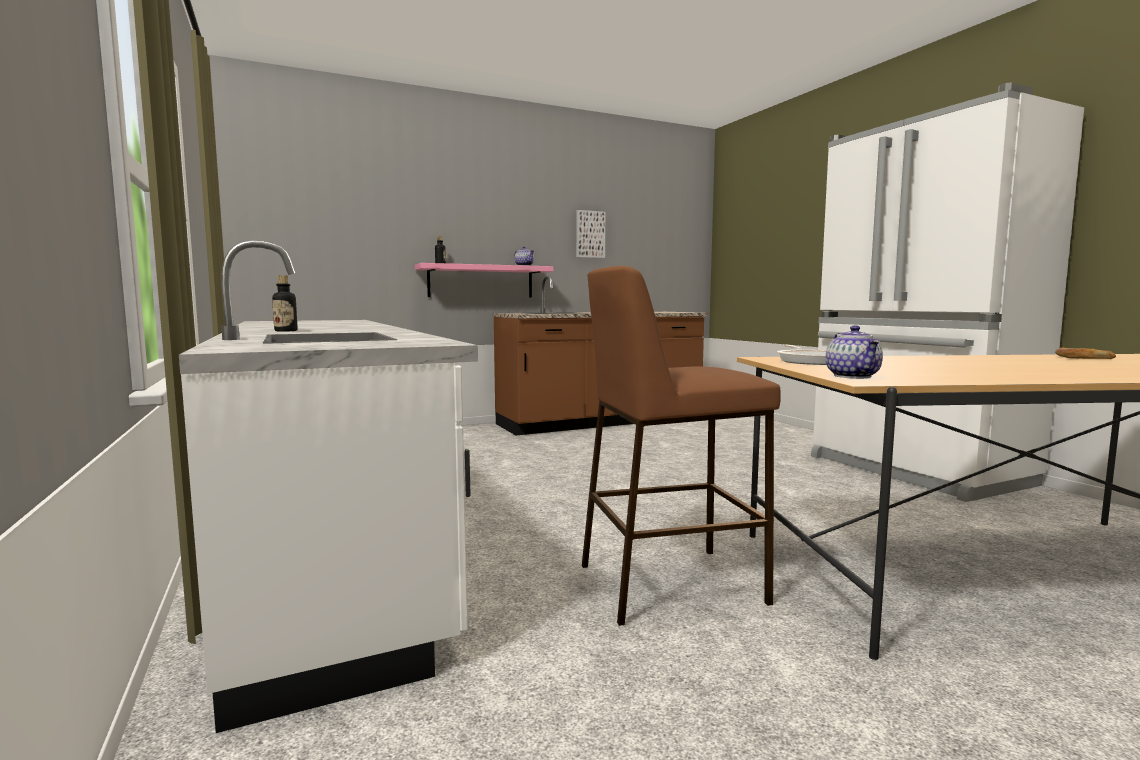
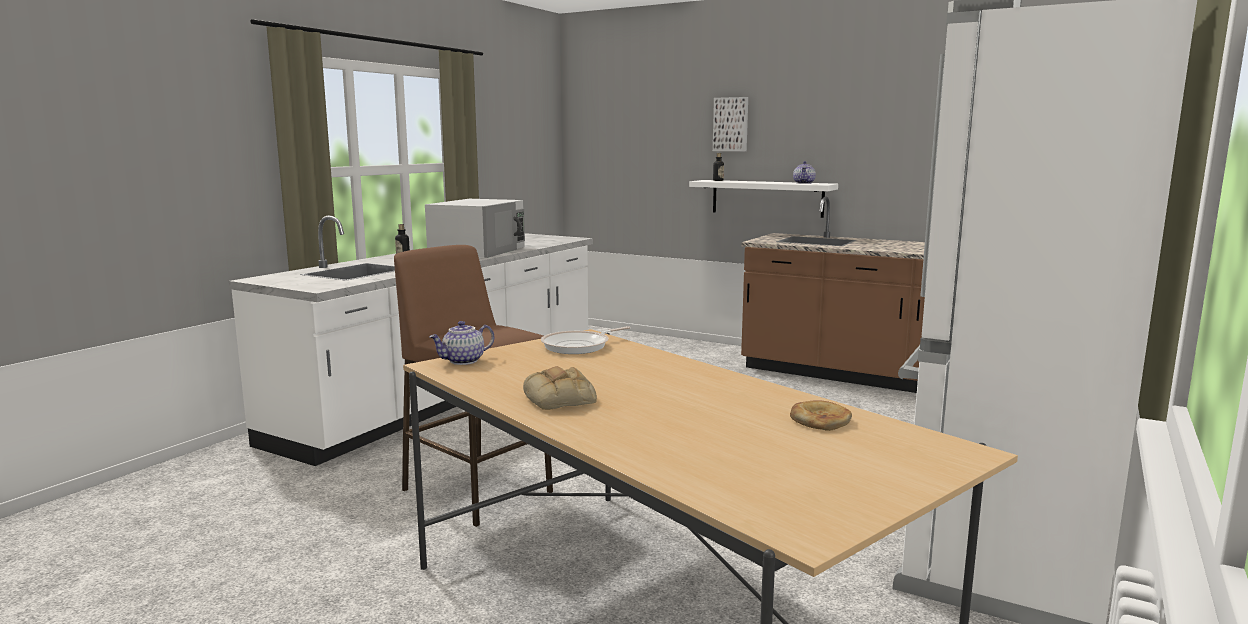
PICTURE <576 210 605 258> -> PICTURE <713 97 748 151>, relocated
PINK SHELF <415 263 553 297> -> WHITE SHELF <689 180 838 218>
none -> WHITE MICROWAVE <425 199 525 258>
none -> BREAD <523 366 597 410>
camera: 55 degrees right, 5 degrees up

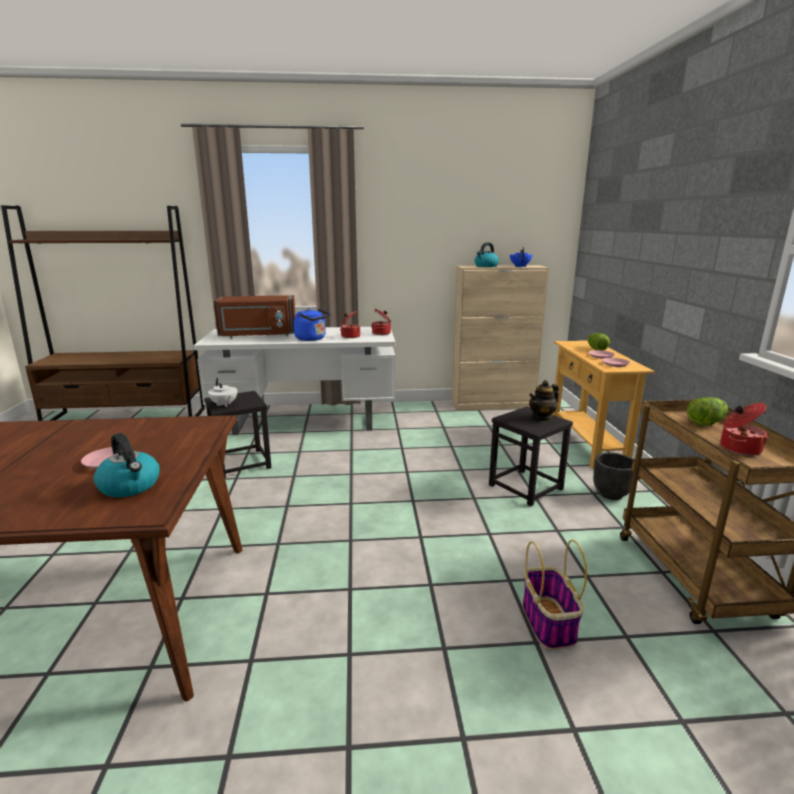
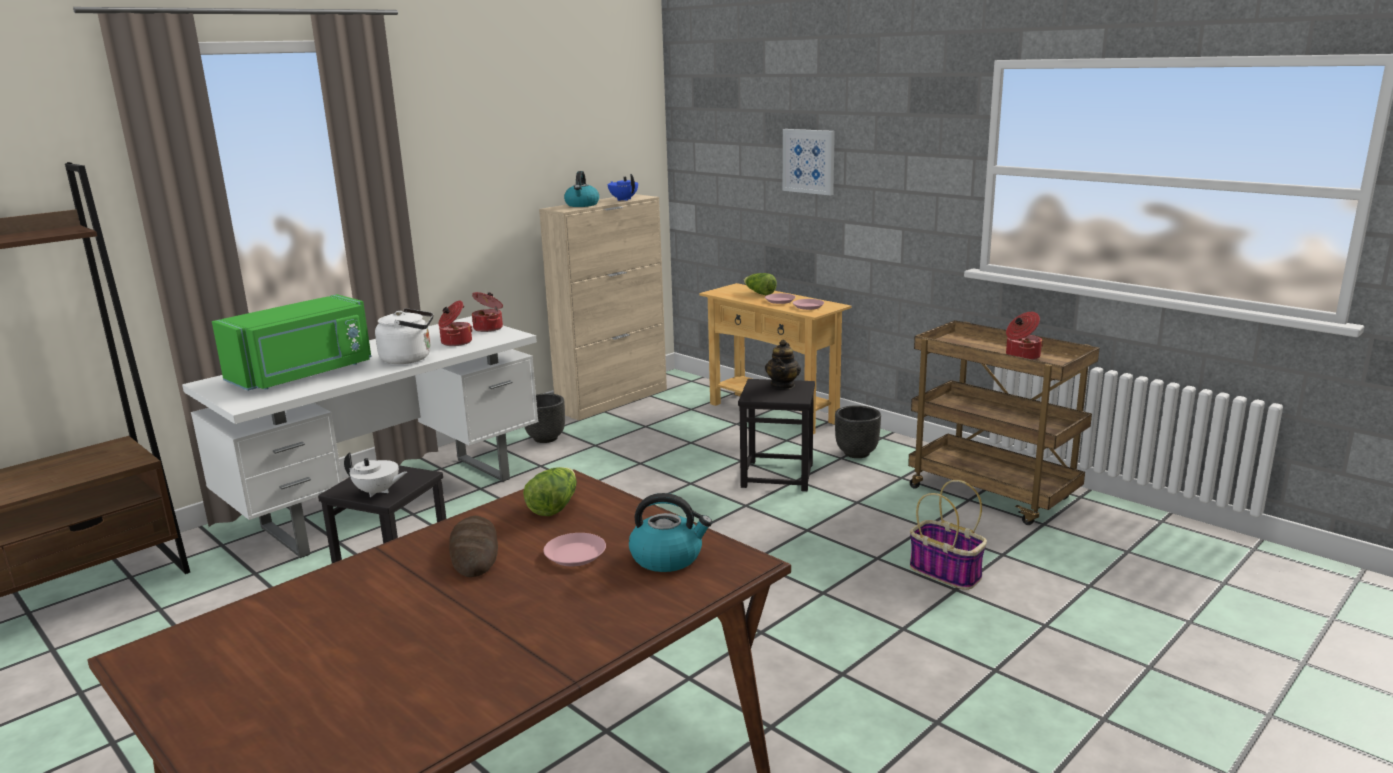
BROWN MICROWAVE <214 295 295 338> -> GREEN MICROWAVE <212 294 371 391>
BLUE KETTLE <293 308 331 341> -> WHITE KETTLE <375 308 434 364>
LETTUCE <687 397 728 426> -> LETTUCE <523 467 577 516>, relocated
none -> PICTURE <783 129 835 195>
none -> BLACK PLANTER <525 393 565 443>
none -> BREAD <449 516 498 577>
camera: 40 degrees left, 0 degrees up

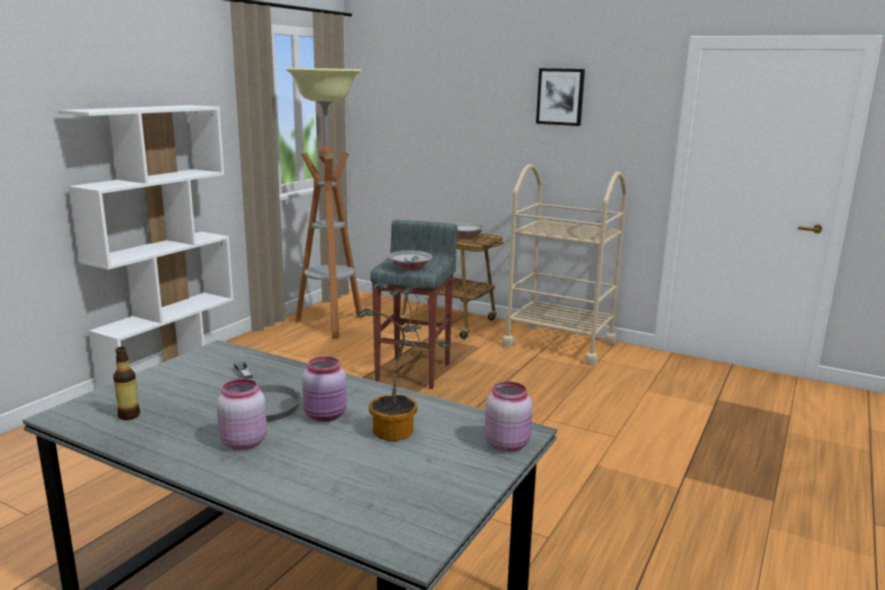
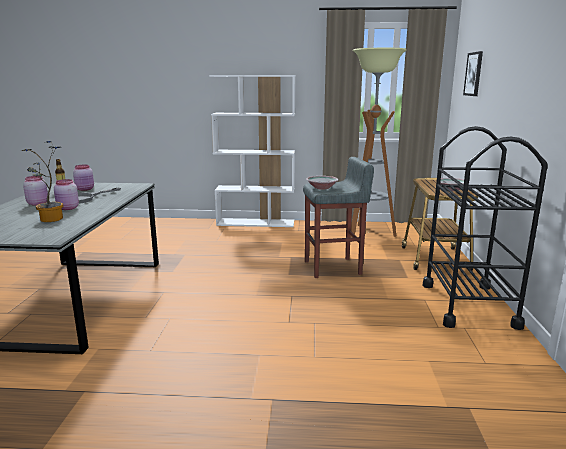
PICTURE <536 68 585 126> -> PICTURE <463 51 483 96>, relocated
BEIGE CART <502 164 627 366> -> BLACK CART <423 126 548 330>
PINK JAR <484 381 532 452> -> PINK JAR <73 165 94 191>, relocated
camera: 65 degrees right, 0 degrees up

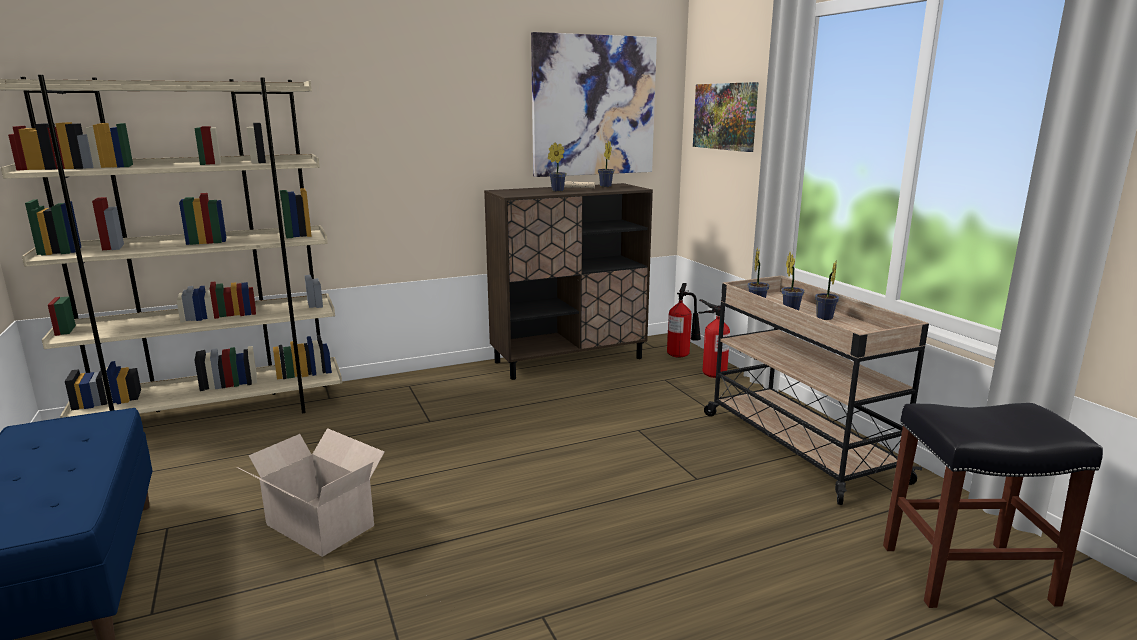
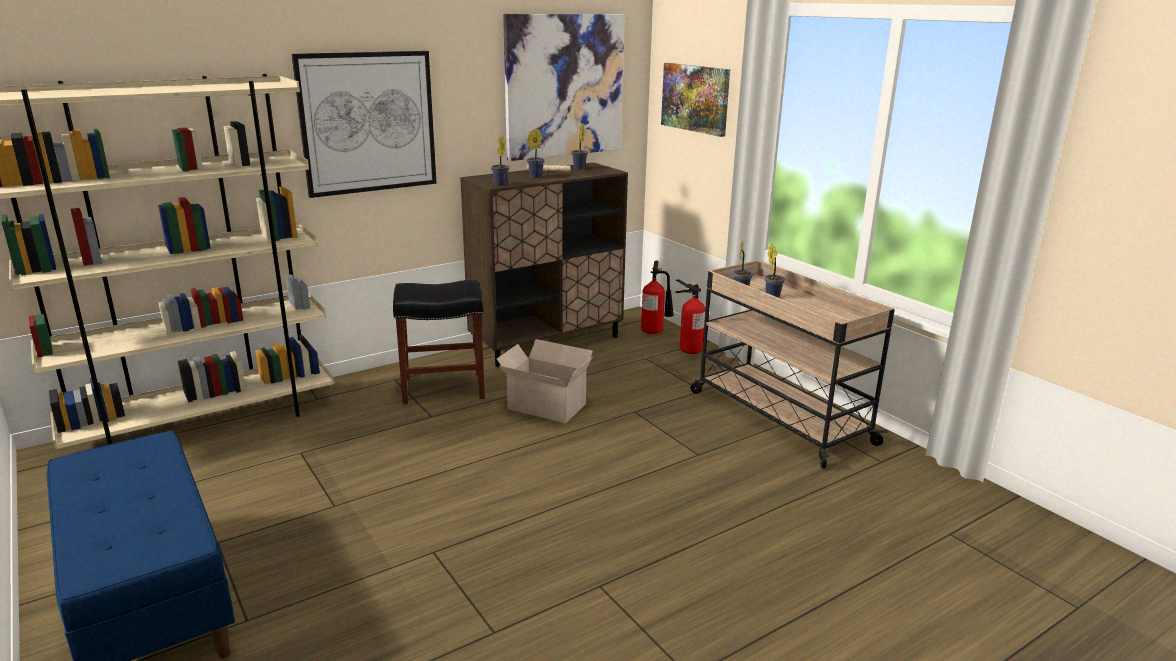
POTTED PLANT <815 261 839 320> -> POTTED PLANT <491 135 510 186>, relocated
BLACK STOOL <883 403 1103 608> -> BLACK STOOL <393 280 485 405>, relocated
CARDBOARD BOX <237 428 384 557> -> CARDBOARD BOX <497 339 593 423>, relocated
none -> PICTURE <291 51 437 198>
camera: 10 degrees left, 5 degrees up

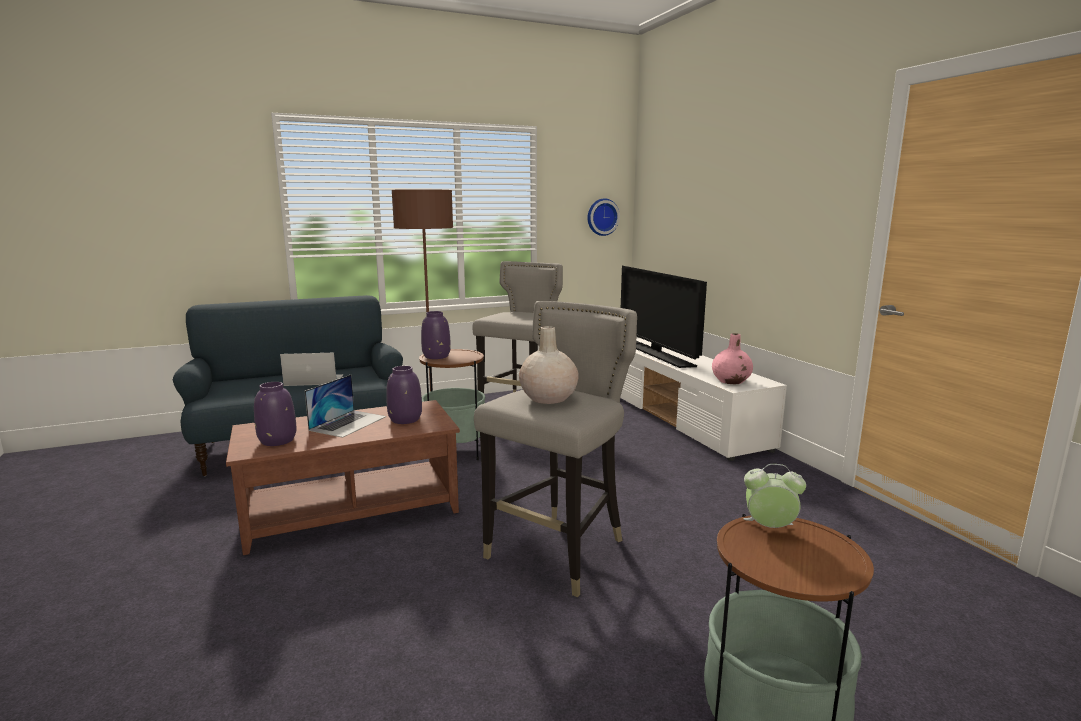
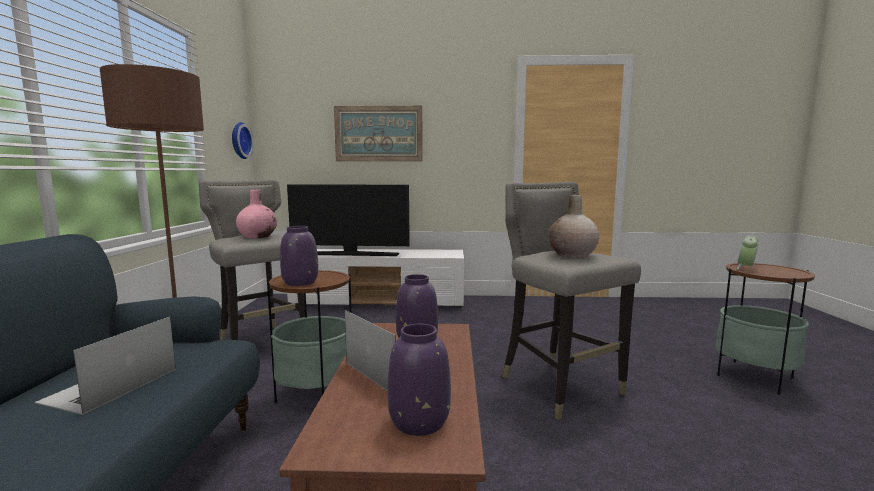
PINK VASE <712 333 753 384> -> PINK VASE <236 190 277 238>, relocated
none -> PICTURE <334 106 423 162>
camera: 65 degrees left, 5 degrees down

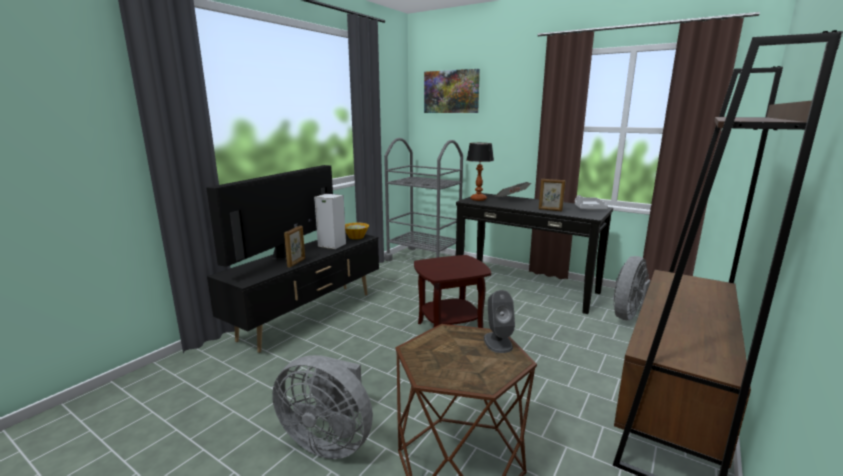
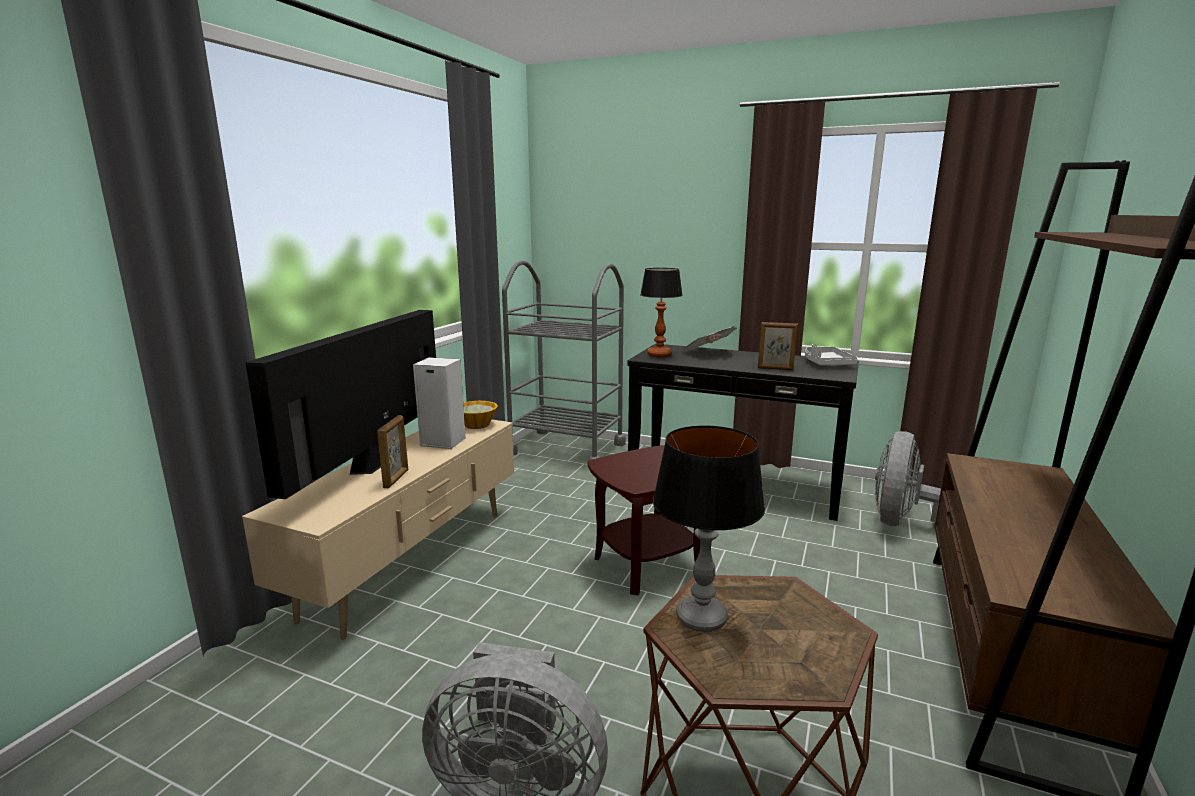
PICTURE <424 69 480 113> -> none
BLACK TV STAND <207 234 379 353> -> BEIGE TV STAND <242 420 514 640>
GREY SPEAKER <484 290 515 353> -> none
none -> TABLE LAMP <653 425 765 632>
camera: 10 degrees left, 0 degrees up

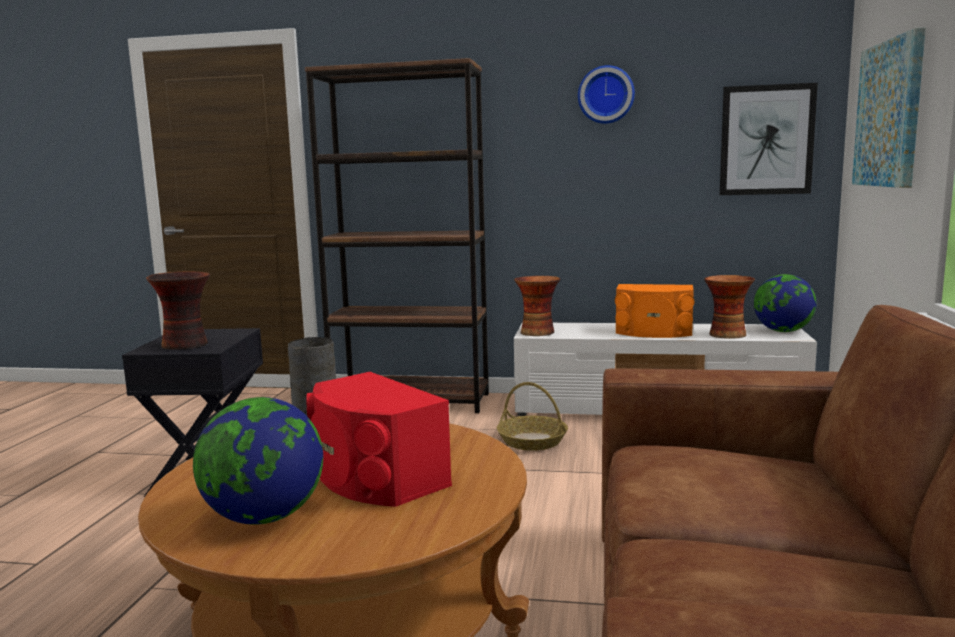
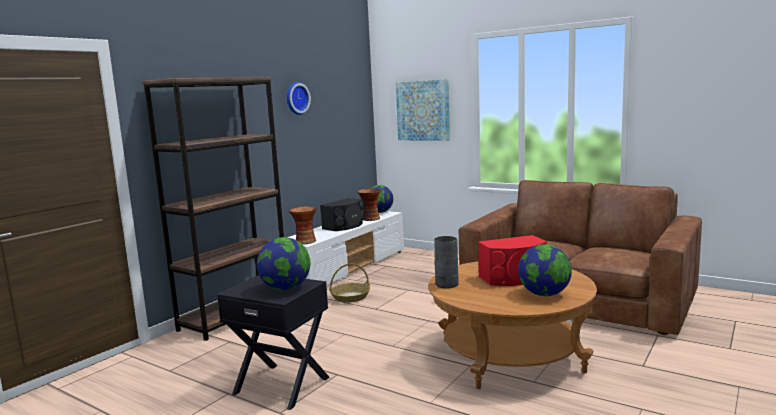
PICTURE <720 83 818 195> -> none
VASE <146 271 210 350> -> GLOBE <257 237 310 290>
ORANGE SPEAKER <615 284 694 338> -> BLACK SPEAKER <320 198 364 231>
camera: 65 degrees left, 0 degrees up

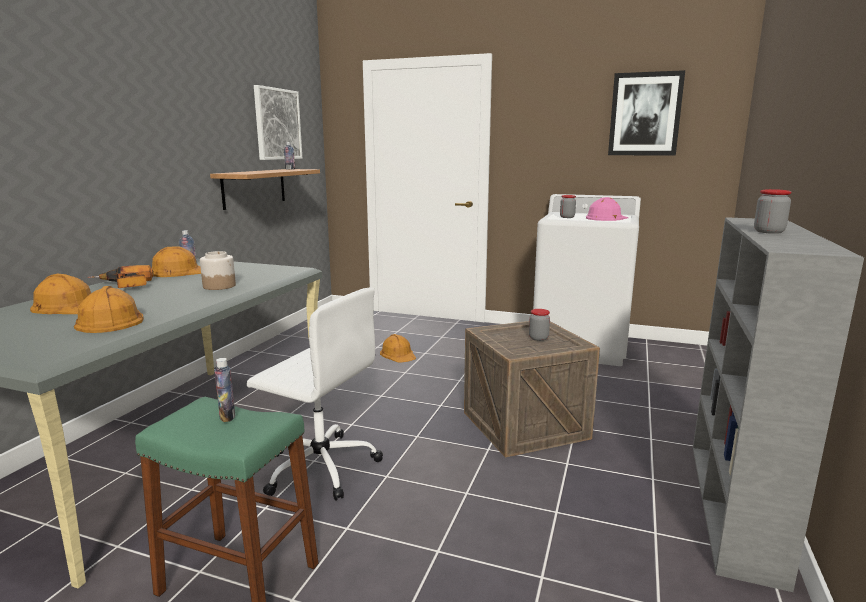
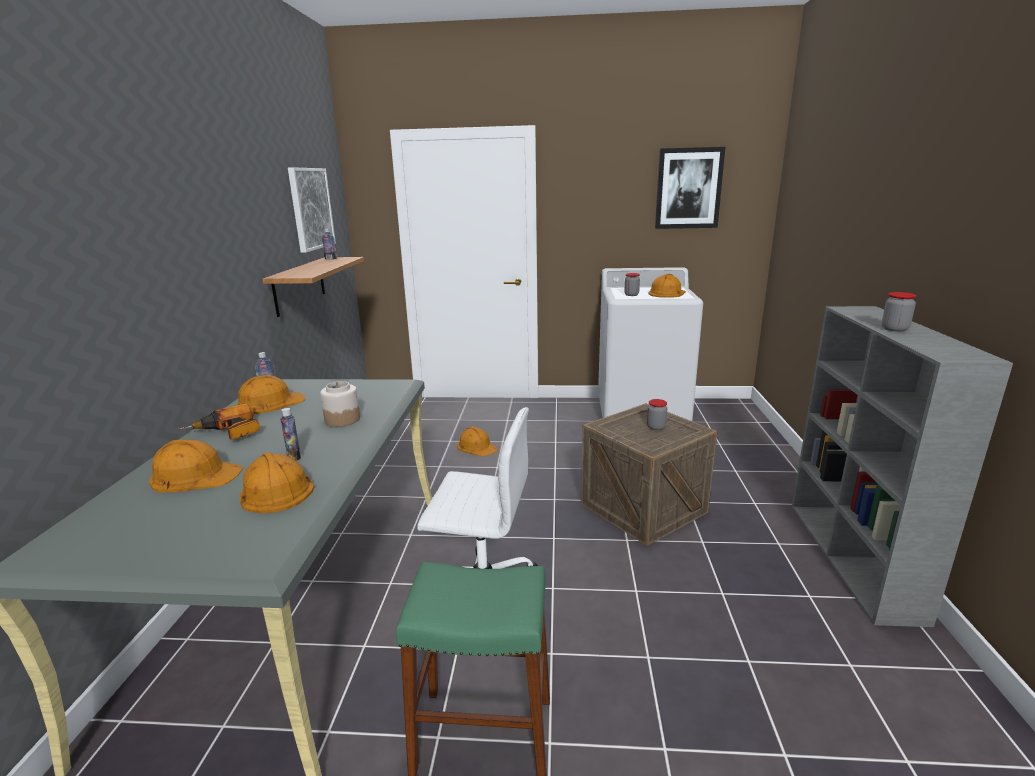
PINK HARD HAT <586 197 628 221> -> ORANGE HARD HAT <649 273 686 298>
BOTTLE <214 358 235 422> -> BOTTLE <280 408 301 461>, relocated
camera: 15 degrees left, 5 degrees up

